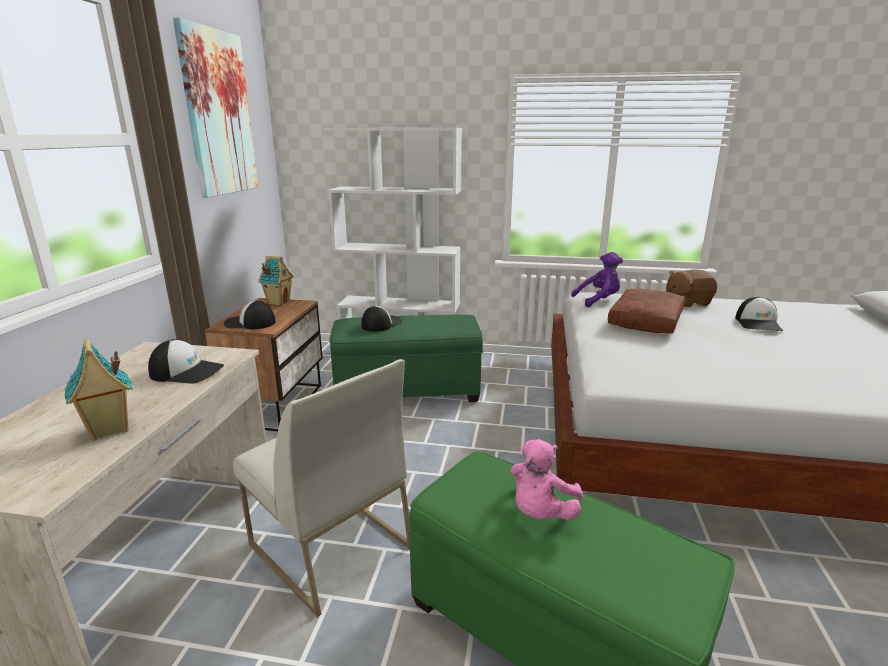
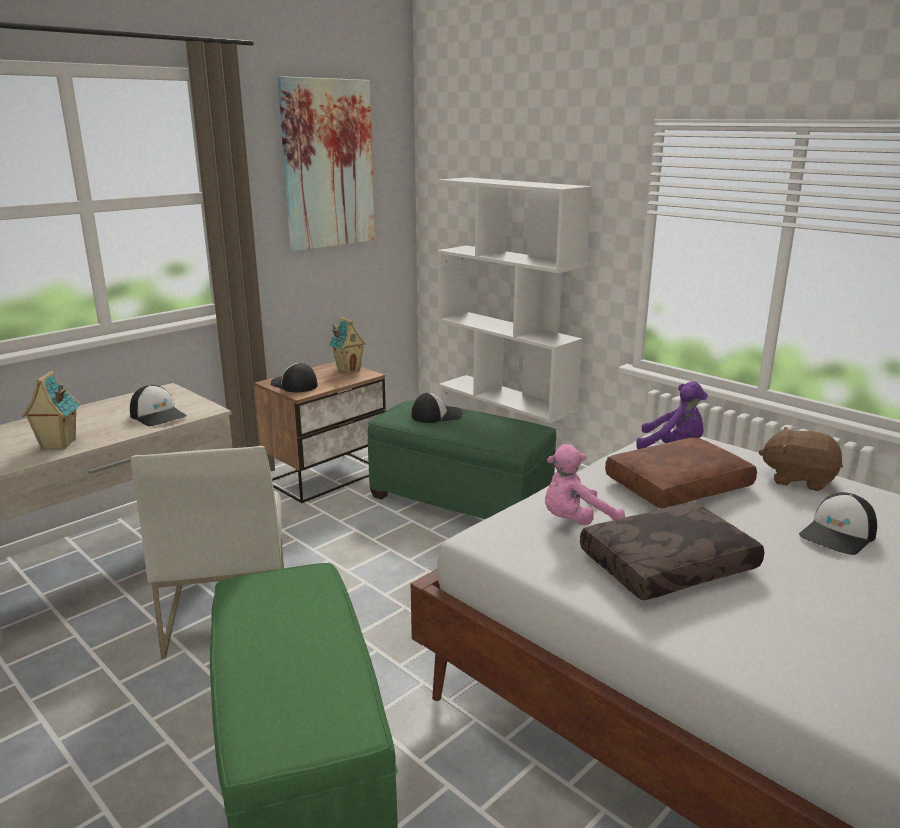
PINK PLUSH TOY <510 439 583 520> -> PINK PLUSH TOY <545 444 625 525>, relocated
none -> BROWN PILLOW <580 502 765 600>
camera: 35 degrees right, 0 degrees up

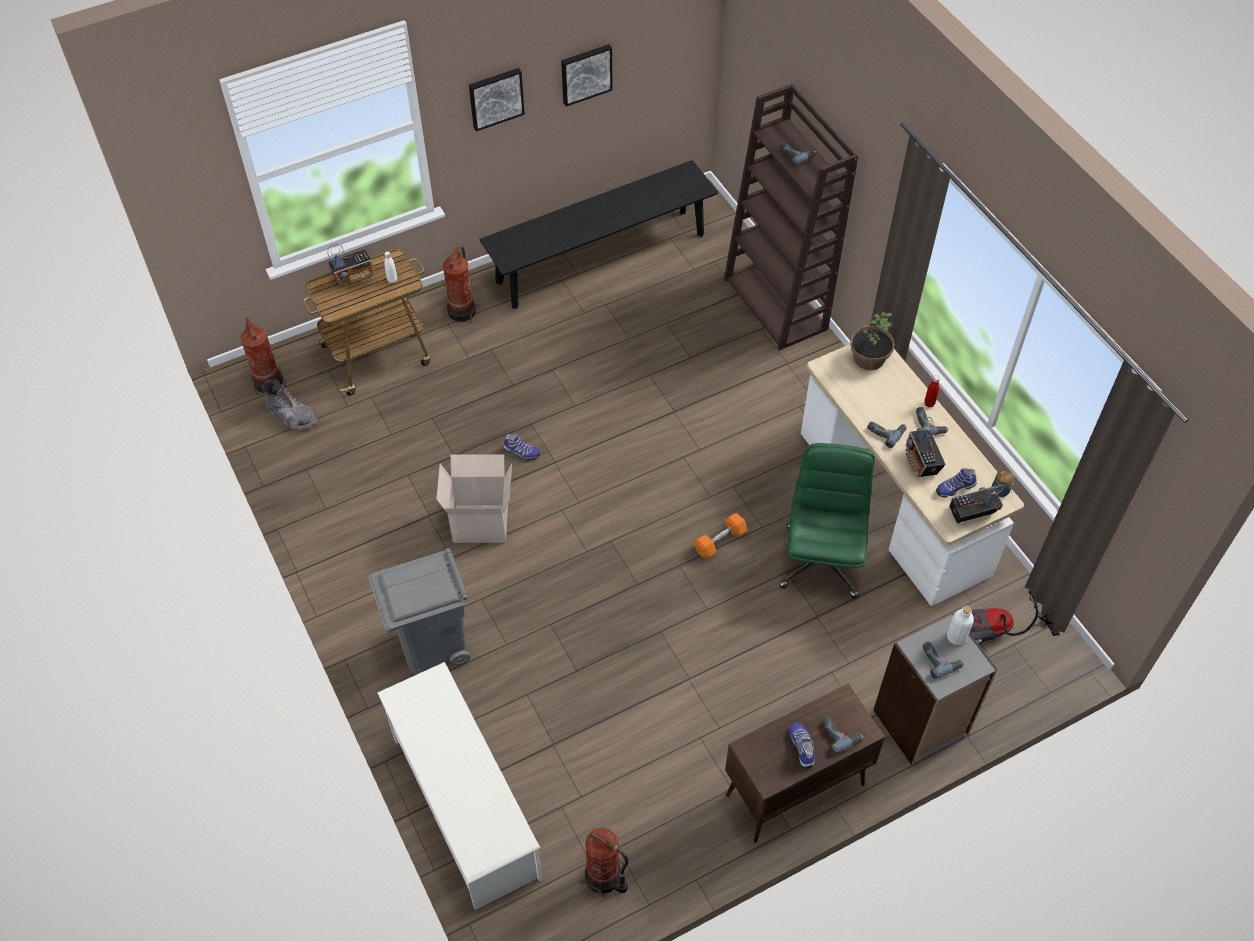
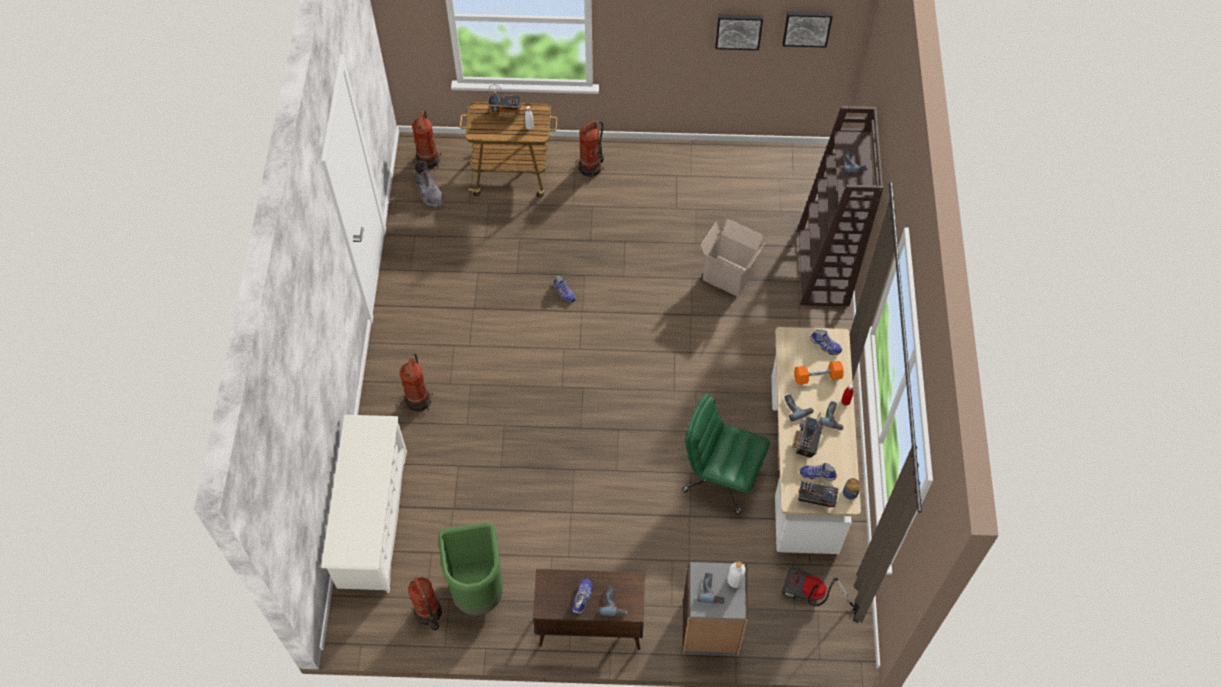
PICTURE <469 68 525 131> -> PICTURE <783 11 833 47>, relocated
BLACK BENCH <479 160 718 309> -> none
POTTED PLANT <850 312 894 370> -> SHOE <810 329 842 355>
GREEN OFFICE CHAIR <780 443 875 598> -> GREEN OFFICE CHAIR <682 394 770 515>, 105 degrees counterclockwise
CARDBOARD BOX <436 454 512 543> -> CARDBOARD BOX <701 218 765 297>, relocated
ORANGE DUMBBELL <694 513 747 558> -> ORANGE DUMBBELL <794 361 844 385>, relocated
GREY TRASH CAN <368 548 471 674> -> FIRE EXTINGUISHER <400 353 433 412>
none -> GREEN TRASH CAN <438 522 503 615>
camera: 30 degrees right, 5 degrees up

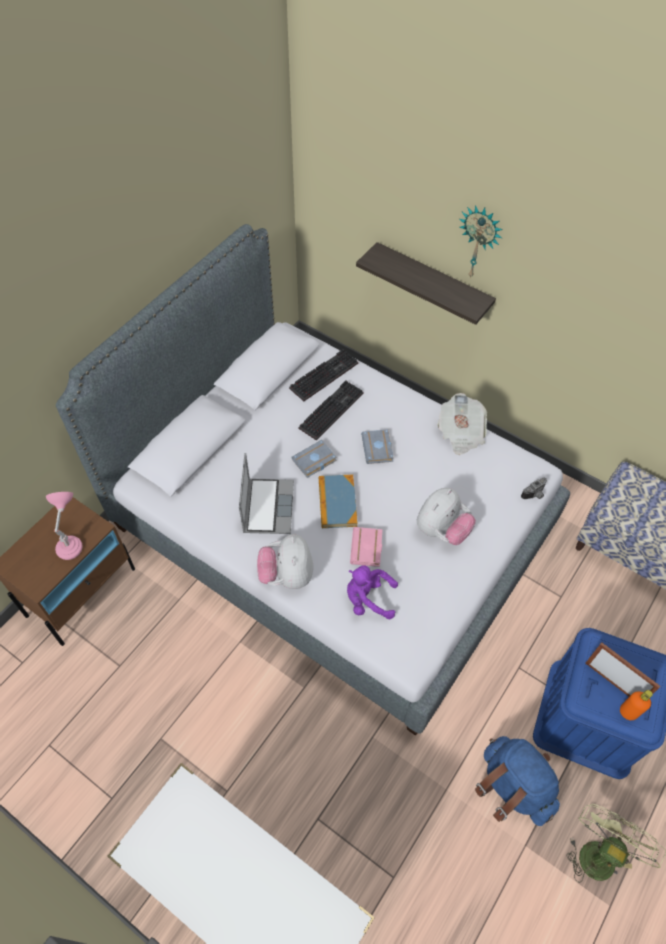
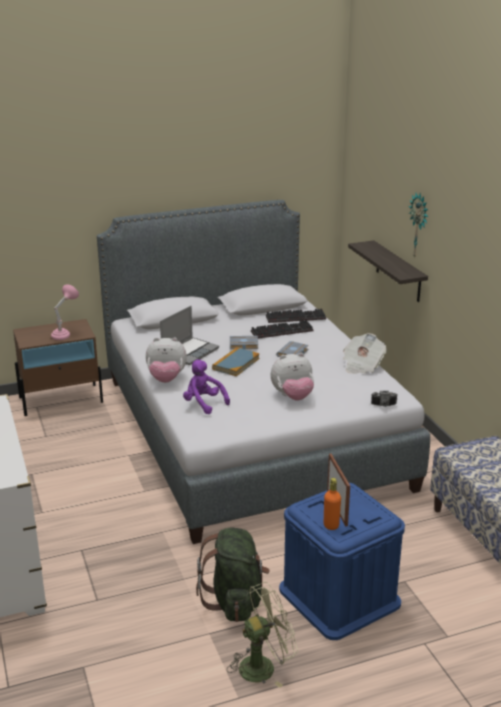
PINK BOOK <350 527 383 567> -> none
PLUSH TOY <257 534 313 589> -> PLUSH TOY <146 337 187 383>, 120 degrees counterclockwise
BLUE BACKPACK <475 736 560 826> -> GREEN BACKPACK <196 528 270 622>
camera: 35 degrees right, 30 degrees down

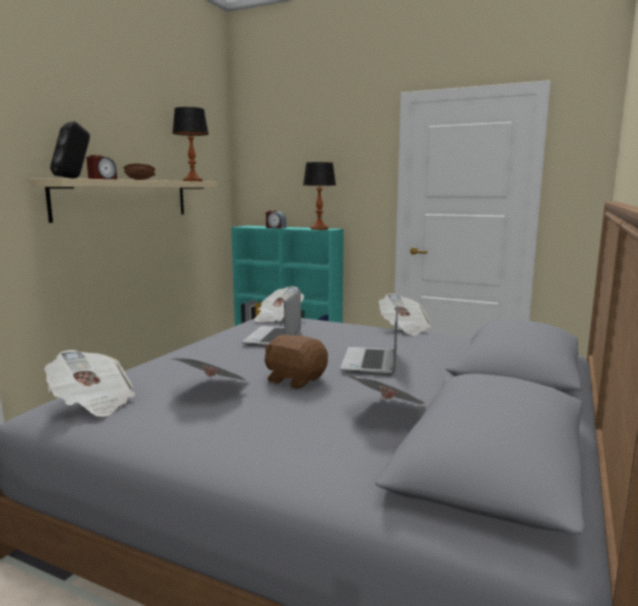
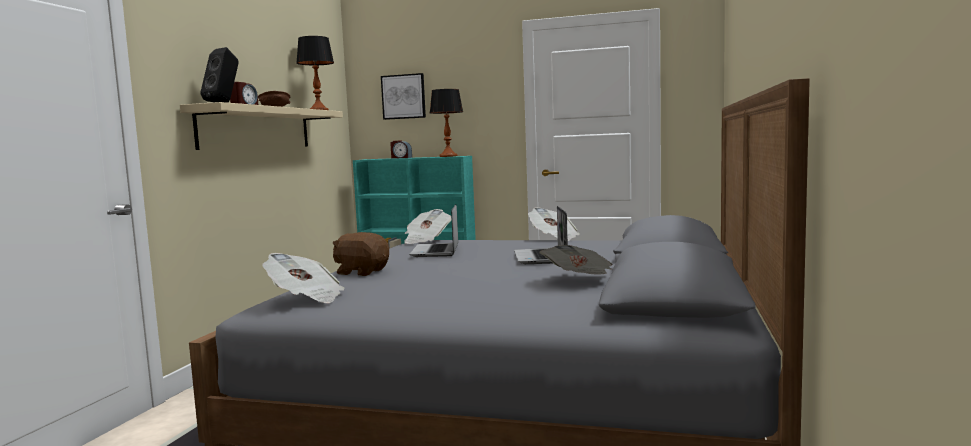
BROWN PLUSH TOY <264 335 328 389> -> BROWN PLUSH TOY <333 232 389 276>, relocated
NEWSPAPER <172 358 249 380> -> none
none -> PICTURE <381 73 426 120>
camera: 10 degrees left, 5 degrees down

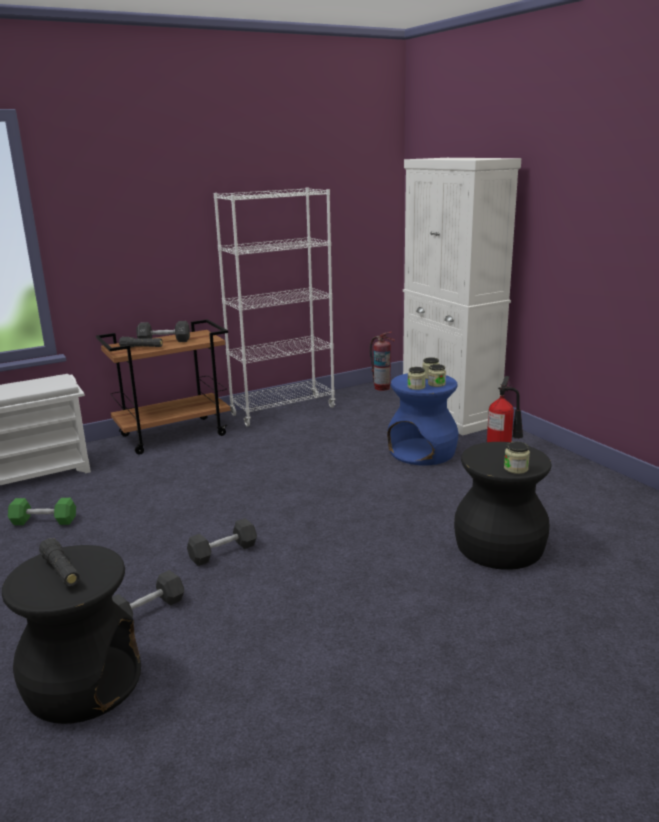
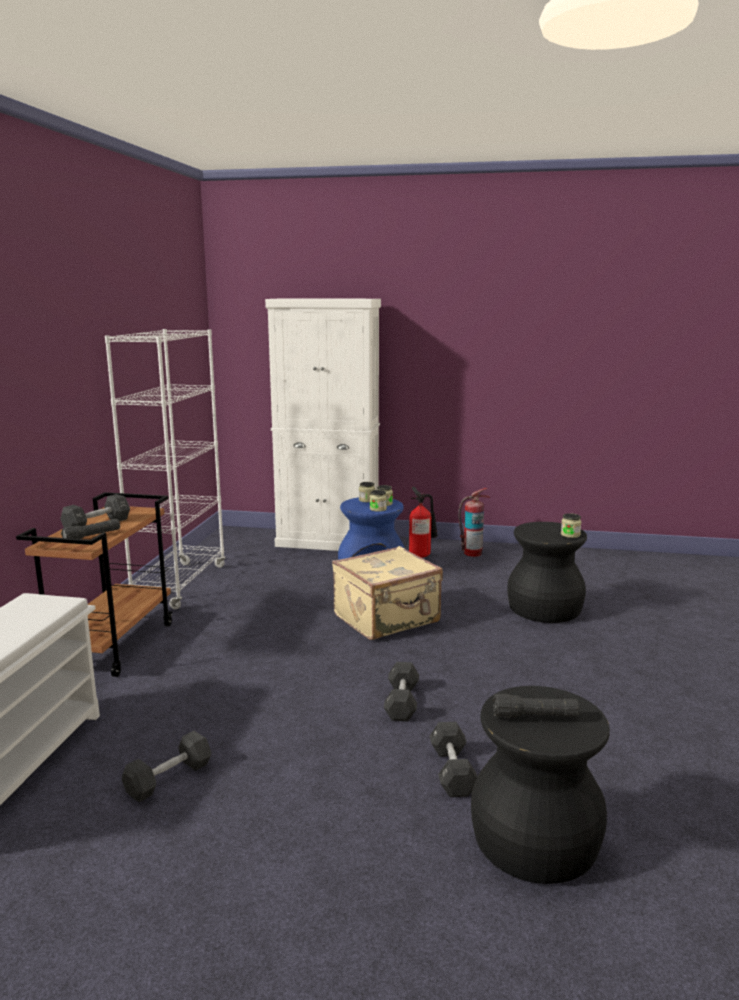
FIRE EXTINGUISHER <369 332 395 391> -> FIRE EXTINGUISHER <458 488 490 557>, relocated
GREEN DUMBBELL <8 498 76 525> -> BLACK DUMBBELL <122 731 211 802>
none -> BEIGE SUITCASE <332 546 443 640>
camera: 50 degrees left, 5 degrees down

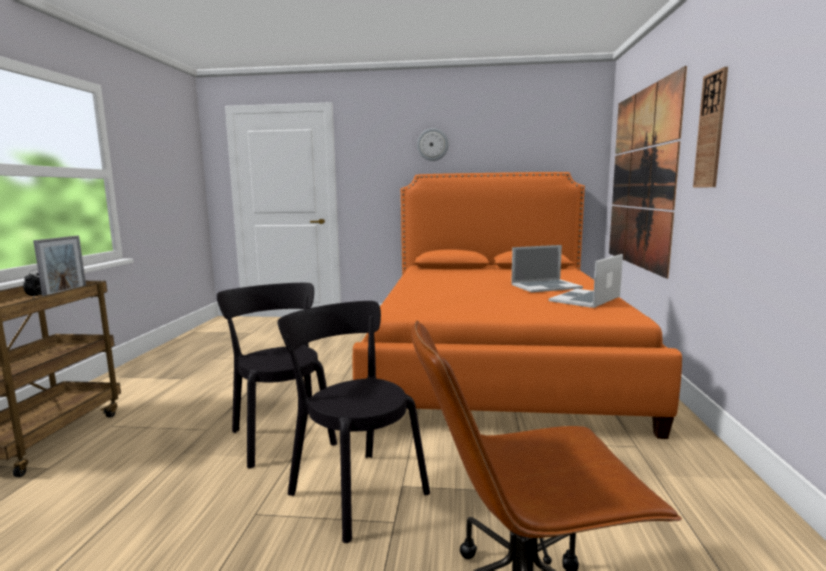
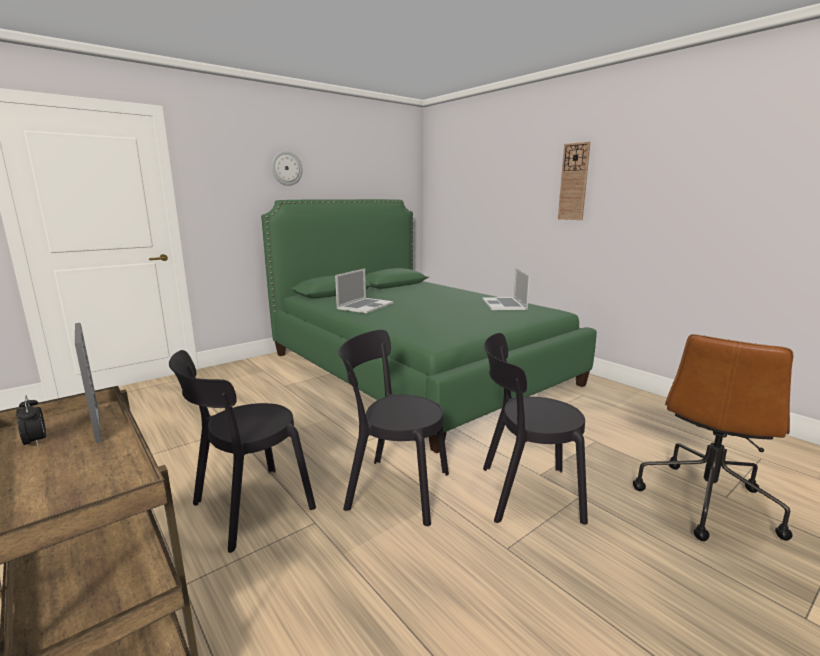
PICTURE <609 66 687 279> -> none
ORANGE BED <353 172 682 439> -> GREEN BED <261 199 597 454>
LAPTOP <511 245 583 292> -> LAPTOP <335 268 394 313>, relocated
none -> BLACK CHAIR <169 350 316 553>
camera: 45 degrees left, 5 degrees up

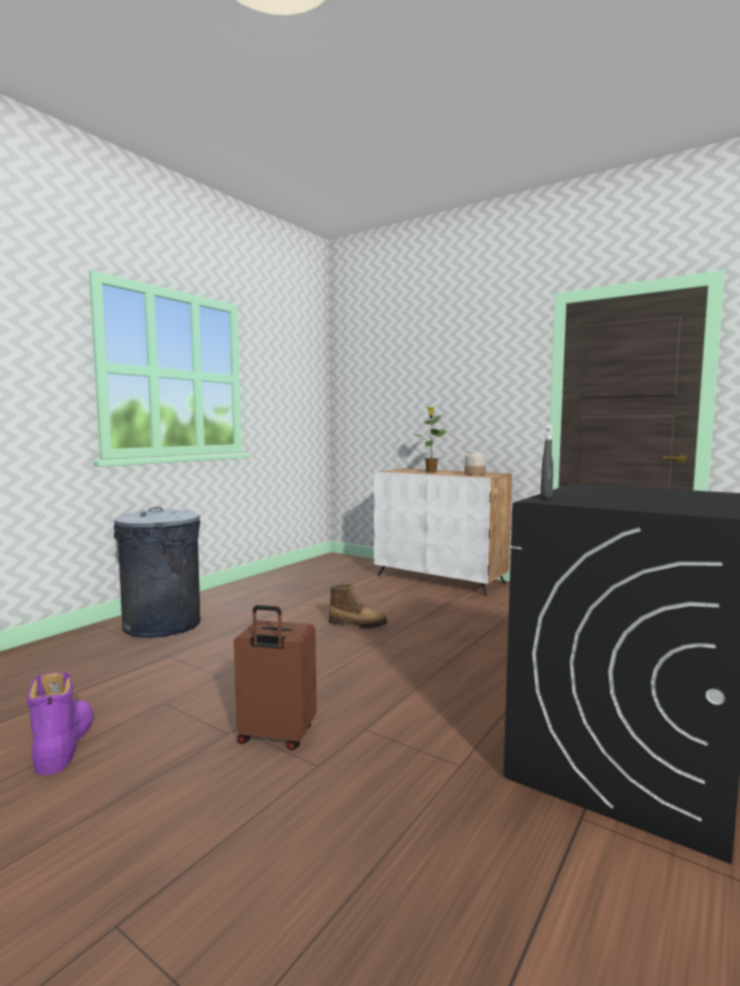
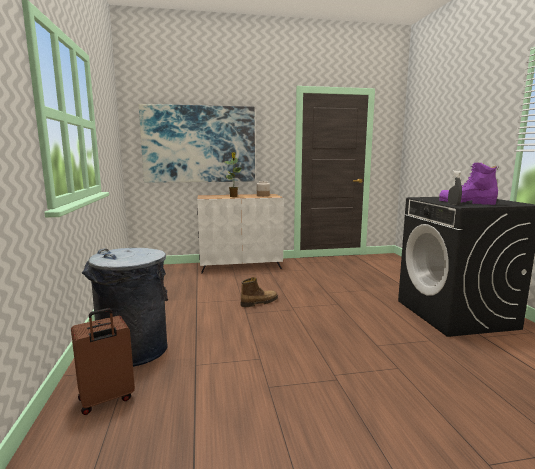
BROWN SUITCASE <234 605 317 750> -> BROWN SUITCASE <71 308 135 415>, relocated
PURPLE BOOT <27 672 93 775> -> PURPLE BOOT <439 162 498 205>, relocated
none -> PICTURE <139 104 255 183>
camera: 45 degrees left, 5 degrees up

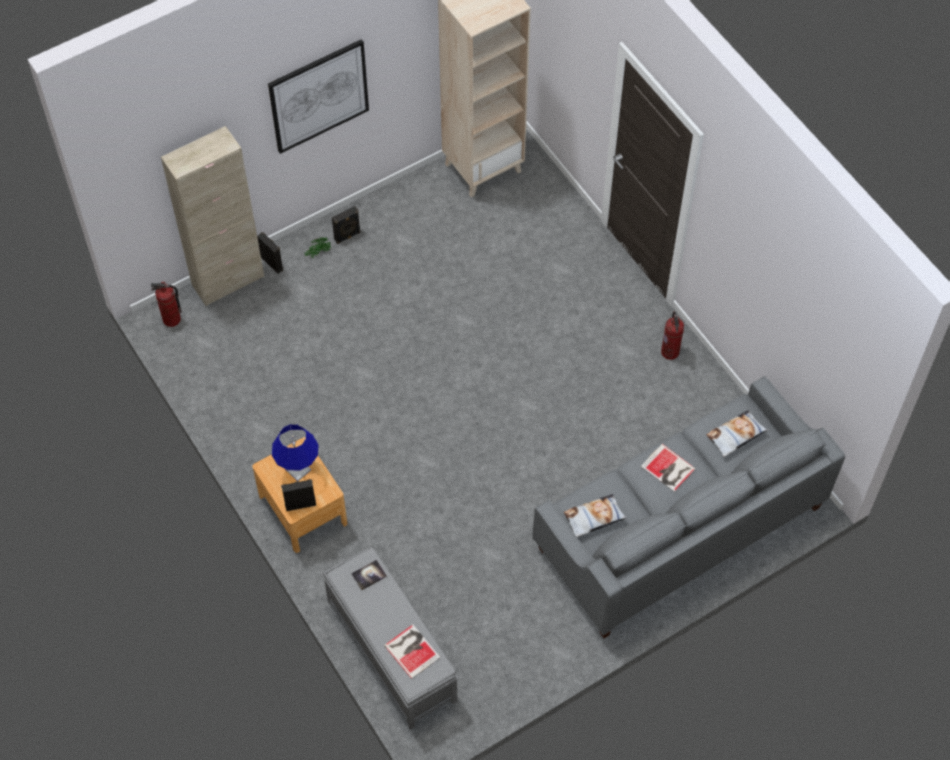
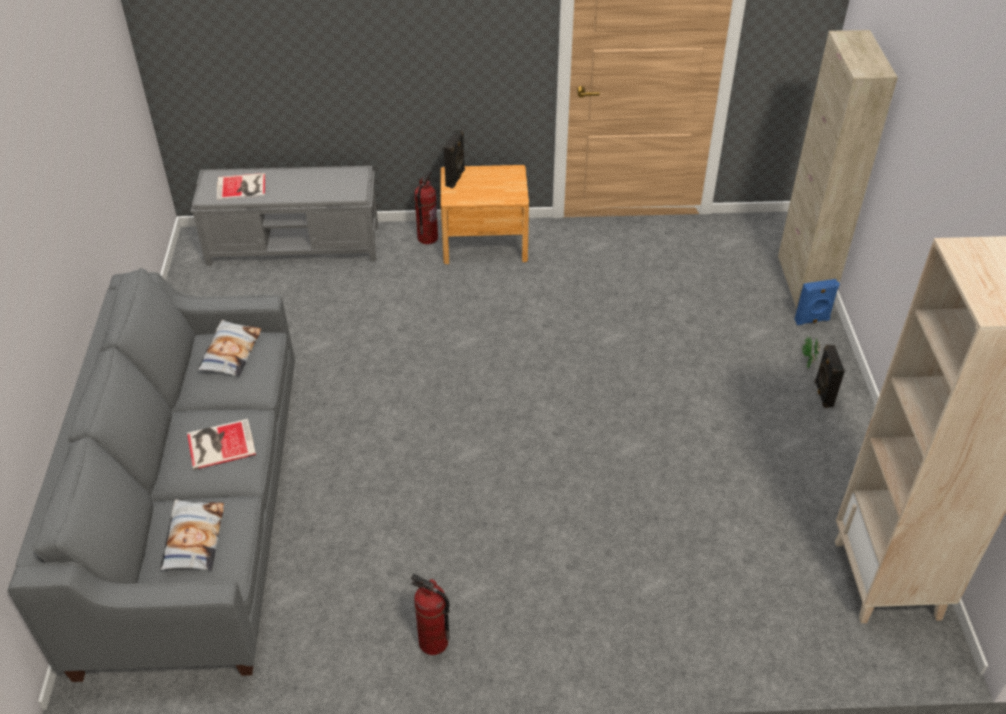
PICTURE <268 39 369 154> -> none
BLACK SPEAKER <257 232 283 274> -> BLUE SPEAKER <794 279 840 325>
FIRE EXTINGUISHER <151 282 182 327> -> FIRE EXTINGUISHER <415 170 438 244>, relocated
BLUE TABLE LAMP <272 424 318 481> -> none
BOOK <351 559 387 591> -> none
camera: 120 degrees right, 15 degrees down

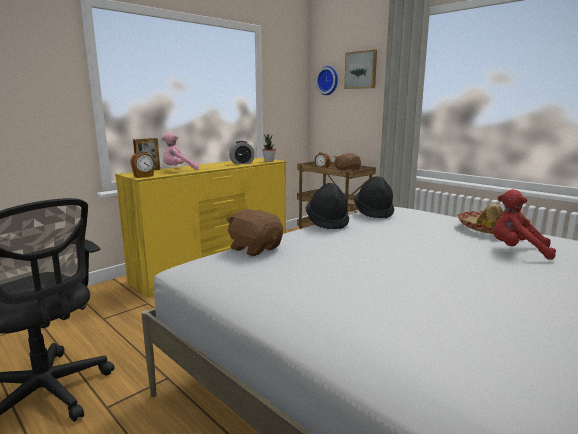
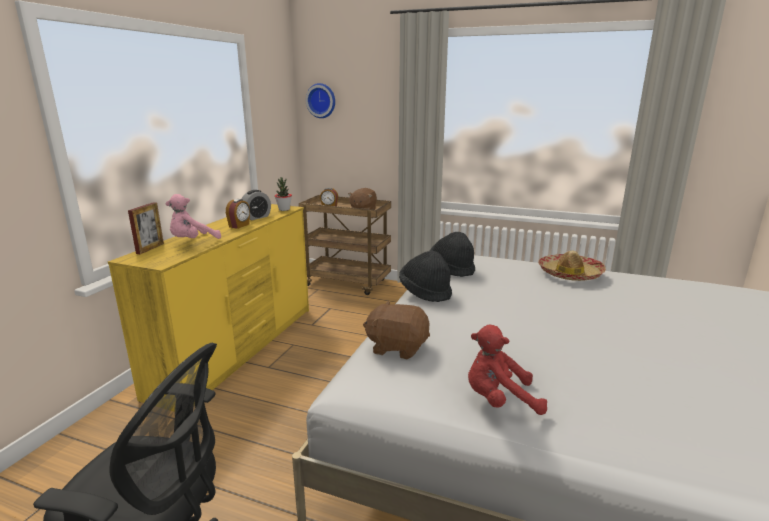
PICTURE <344 50 377 89> -> none
ALARM CLOCK <130 151 155 178> -> ALARM CLOCK <226 199 250 229>, relocated
RED PLUSH TOY <493 189 556 259> -> RED PLUSH TOY <468 325 547 415>, relocated
camera: 25 degrees left, 5 degrees up

